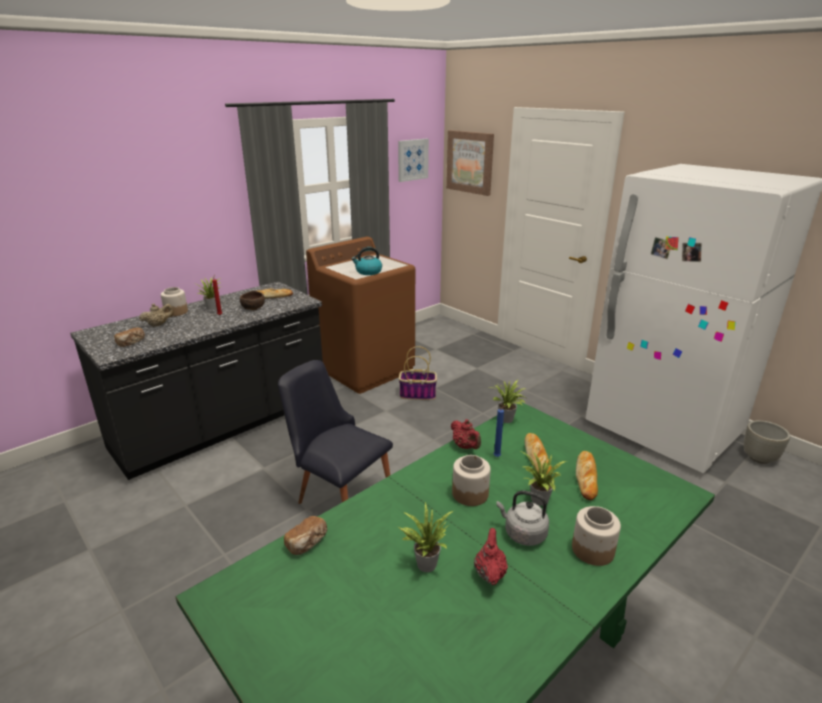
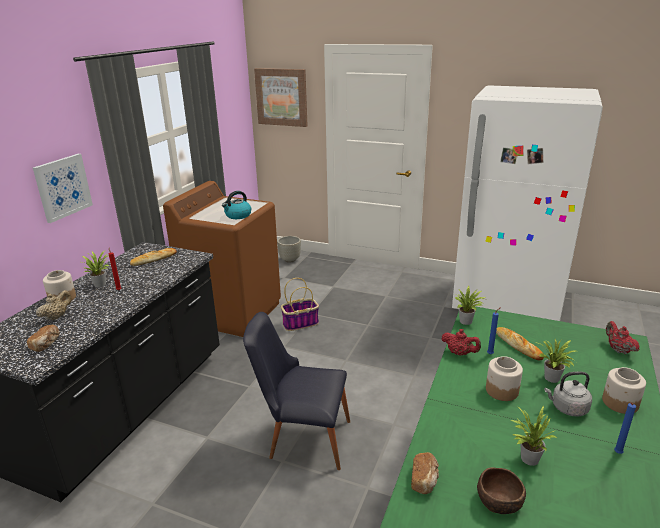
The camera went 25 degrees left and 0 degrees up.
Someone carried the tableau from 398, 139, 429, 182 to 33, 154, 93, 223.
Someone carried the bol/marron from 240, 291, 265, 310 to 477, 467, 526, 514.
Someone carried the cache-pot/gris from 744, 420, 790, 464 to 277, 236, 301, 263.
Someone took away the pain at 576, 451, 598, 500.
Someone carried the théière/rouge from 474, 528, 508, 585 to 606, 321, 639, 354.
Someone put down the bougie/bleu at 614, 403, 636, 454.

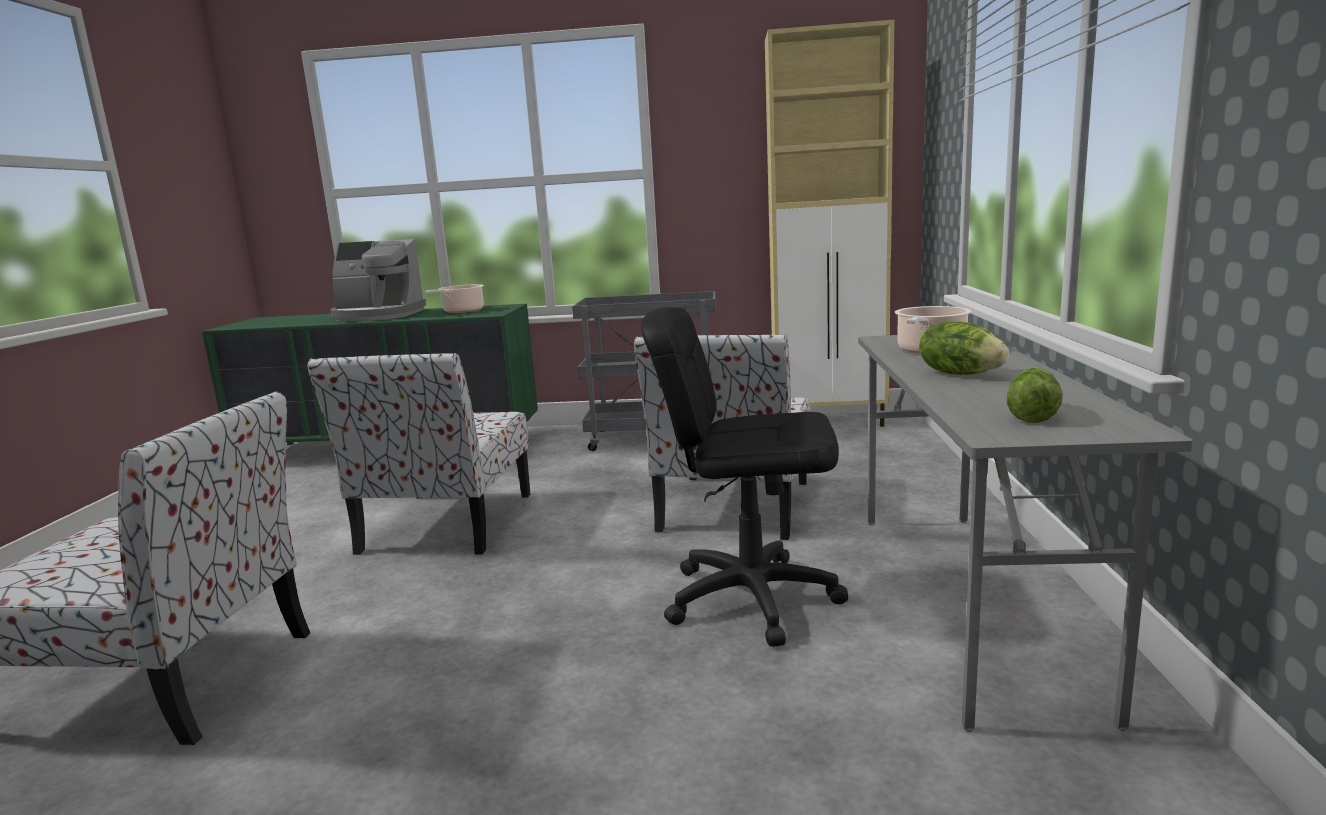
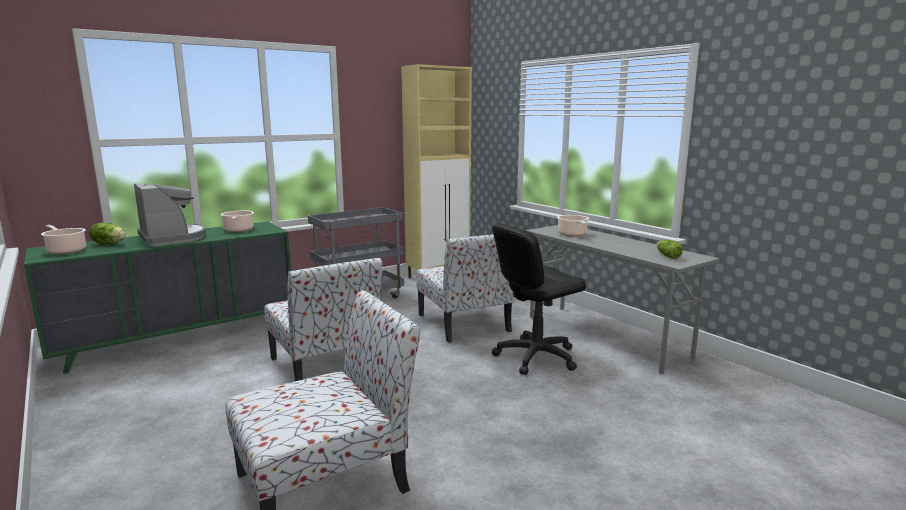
The camera went 40 degrees left and 0 degrees up.
Someone rotated the machine à café at 330, 239, 426, 322 by 90 degrees counterclockwise.
Someone carried the laitue from 919, 321, 1009, 375 to 89, 222, 126, 244.
Someone put down the marmite at 41, 225, 86, 254.

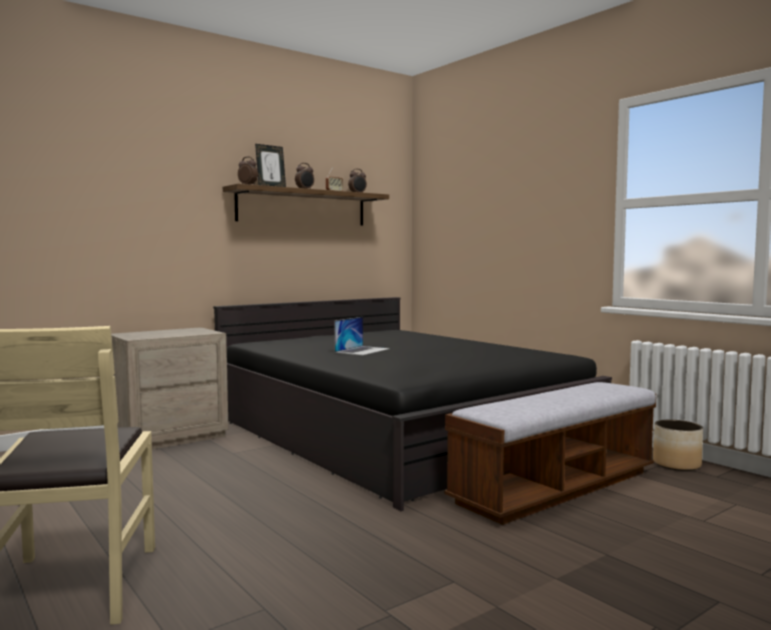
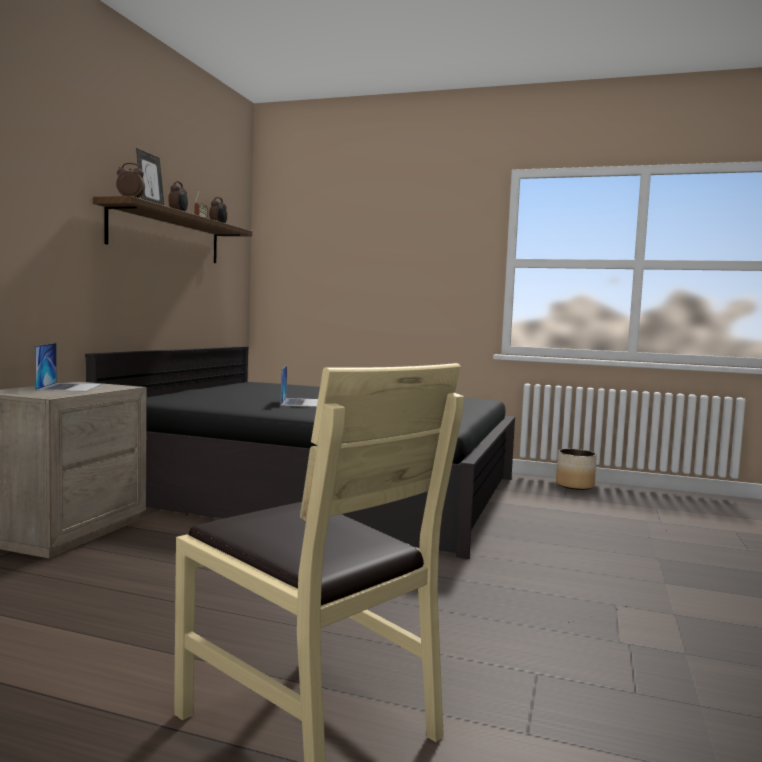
The camera went 35 degrees left and 0 degrees up.
Someone took away the banc at 444, 382, 656, 525.
Someone put down the ordinateur portable at 35, 343, 102, 392.

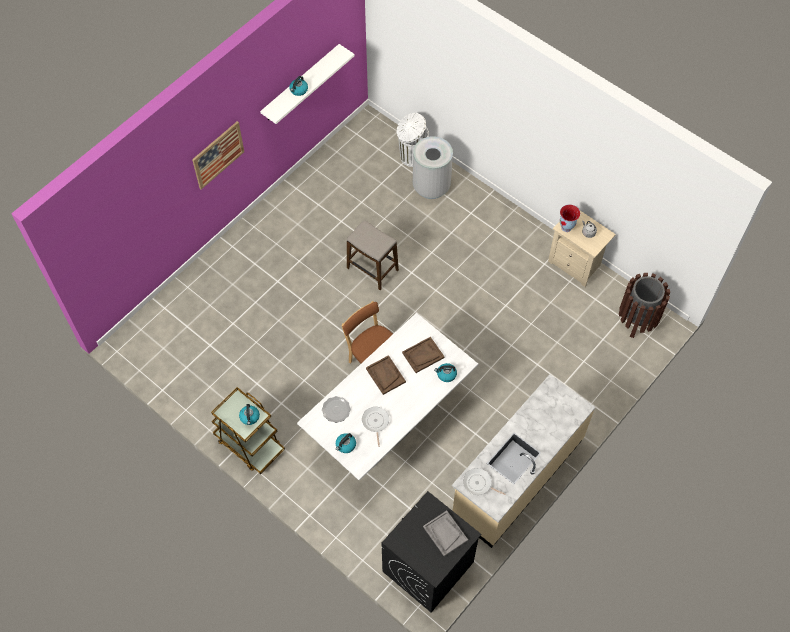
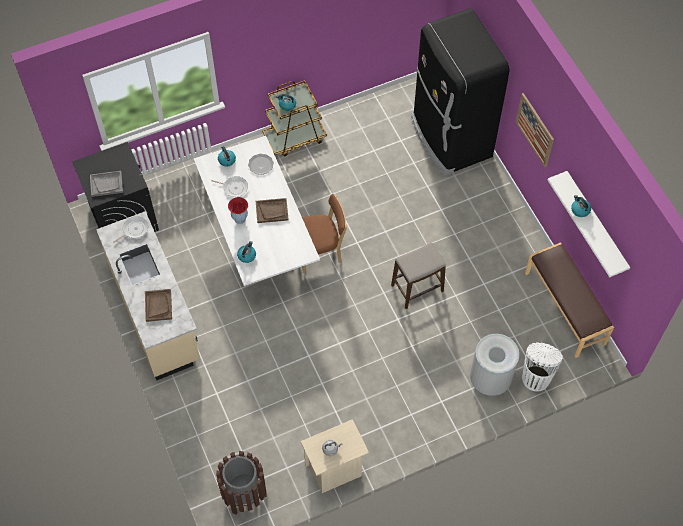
The camera went 115 degrees right and 0 degrees up.
Someone carried the vase from 560, 205, 580, 232 to 228, 197, 248, 224.
Someone carried the plateau/marron from 402, 337, 444, 373 to 145, 289, 172, 322.
Someone put down the réfrigérateur/noir at 411, 8, 510, 175.
Someone put down the banc/marron at 525, 242, 614, 358.

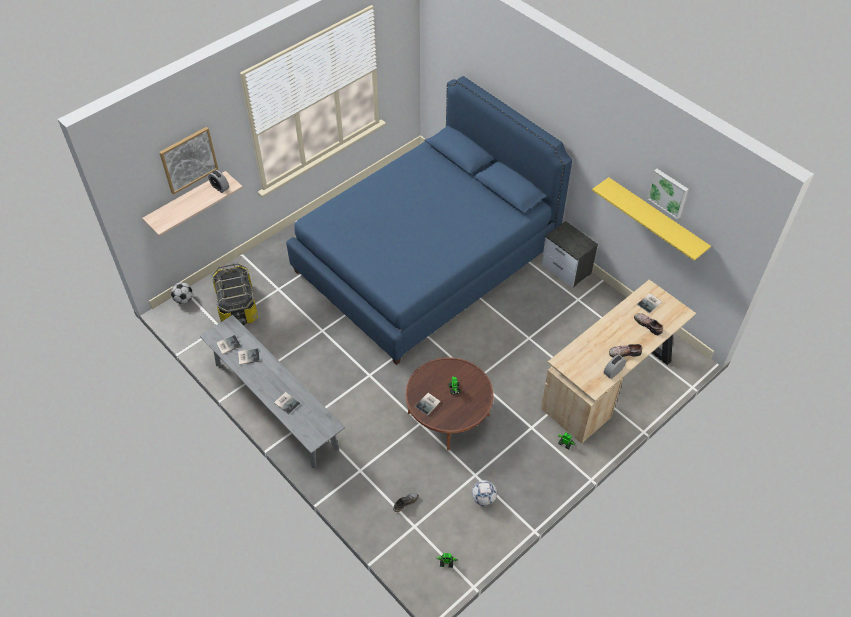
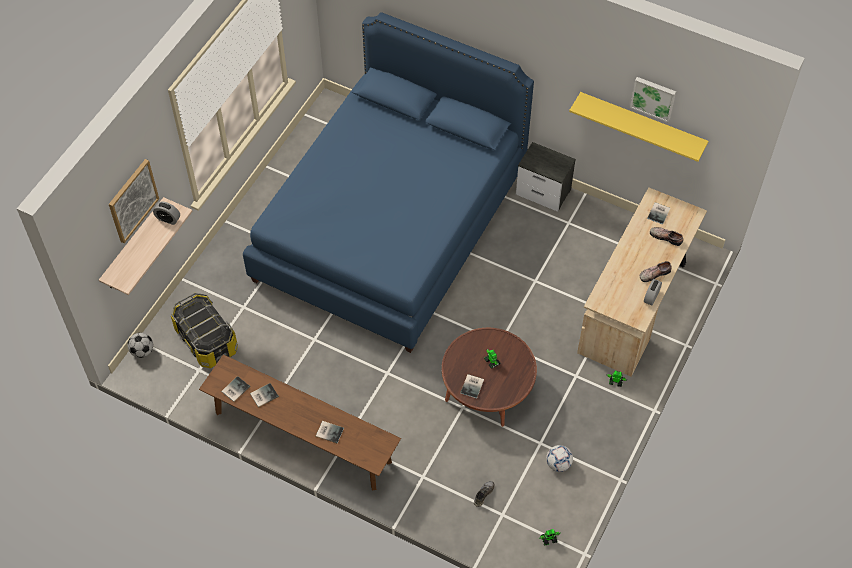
The camera went 20 degrees left and 5 degrees up.
Someone repainted the banc/gris at 200, 315, 345, 468, which became the banc/marron at 199, 354, 401, 490.

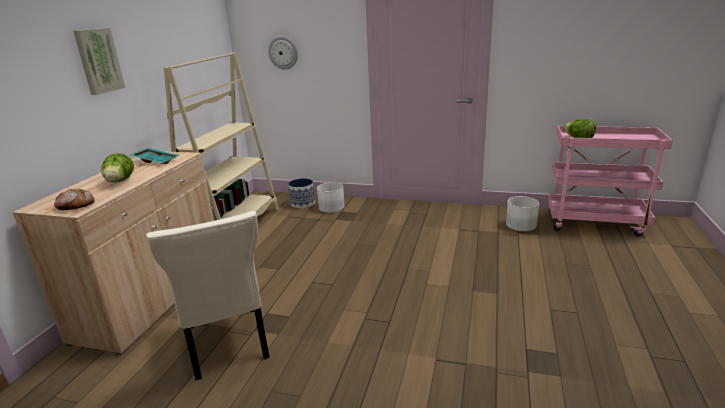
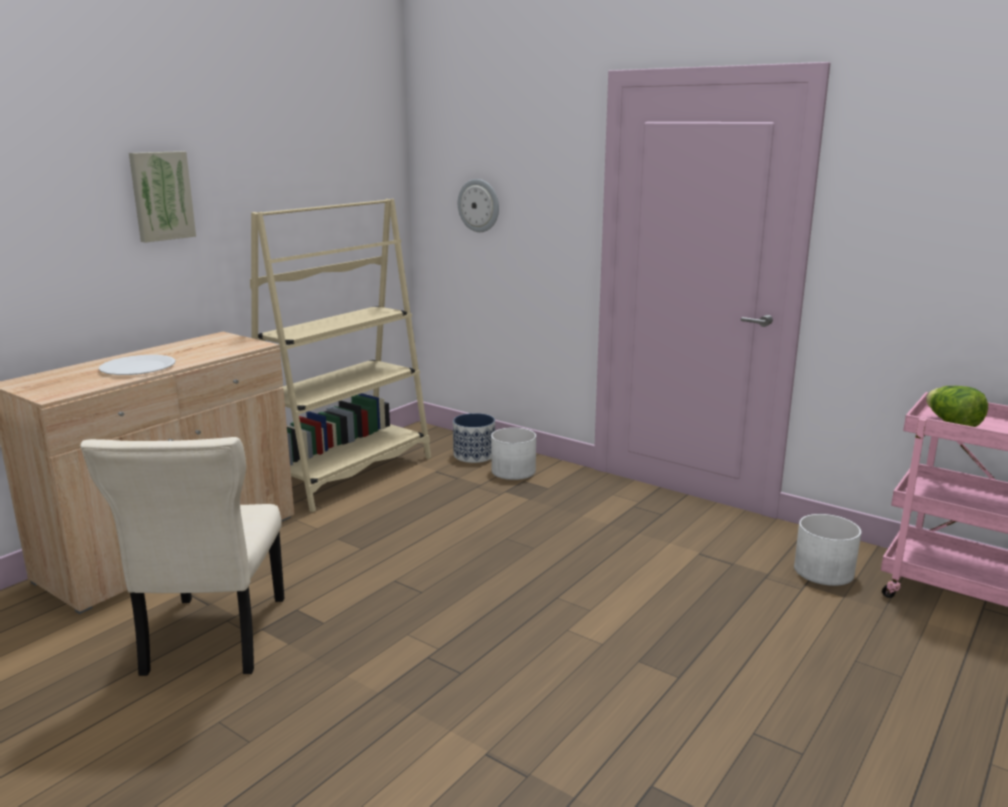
The camera went 20 degrees right and 5 degrees down.
Someone took away the plateau/turquoise at 130, 148, 179, 164.
Someone swapped the laitue at 101, 153, 134, 183 for the assiette/blanc at 99, 355, 176, 375.
Someone took away the pain at 54, 189, 94, 210.

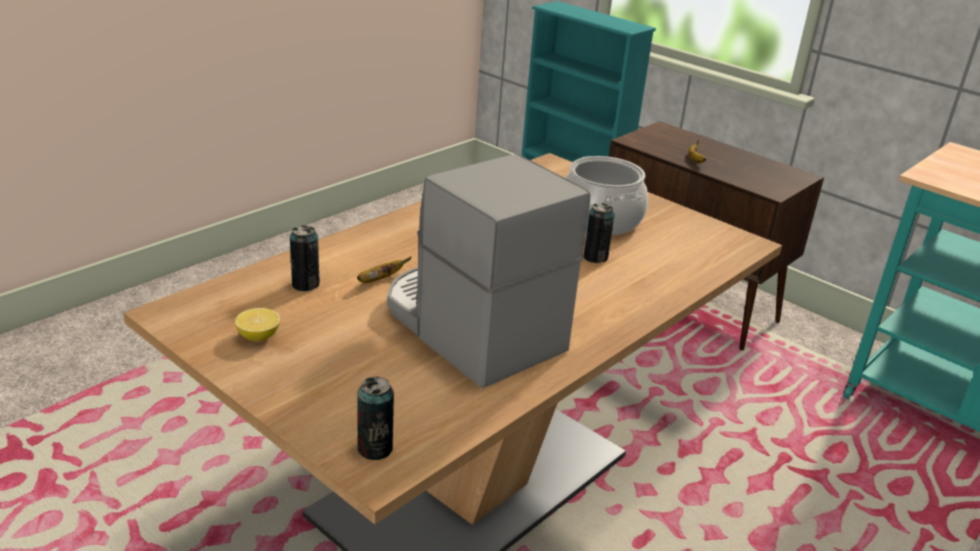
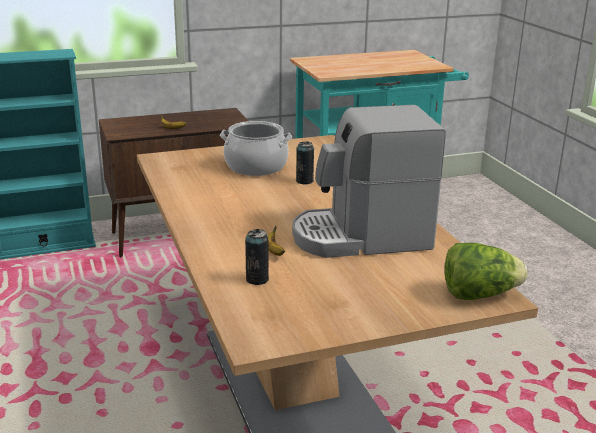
The camera went 60 degrees left and 5 degrees down.
Someone took away the citron at 235, 308, 280, 341.
Someone swapped the boîte métallique at 357, 376, 394, 460 for the laitue at 444, 243, 527, 300.

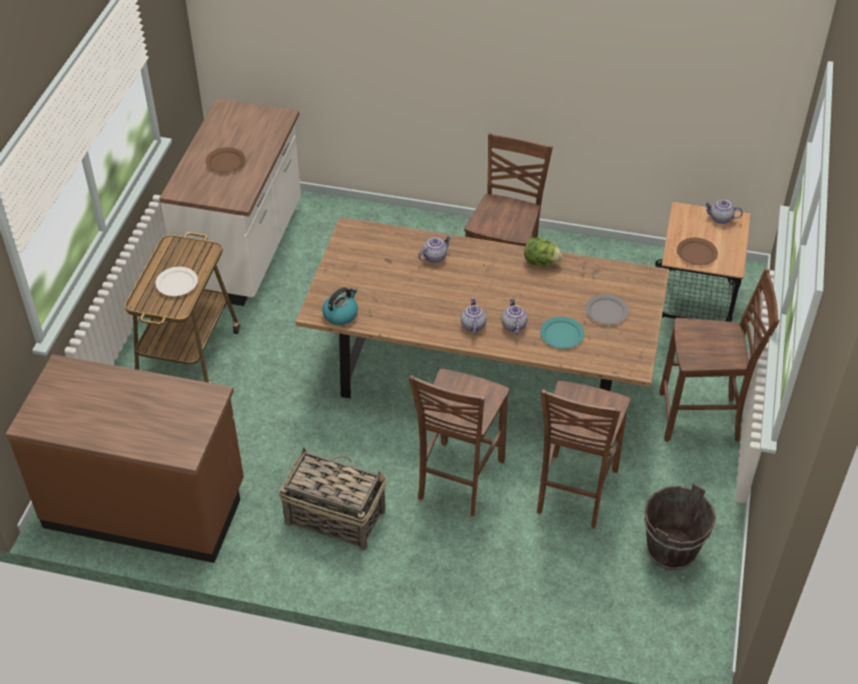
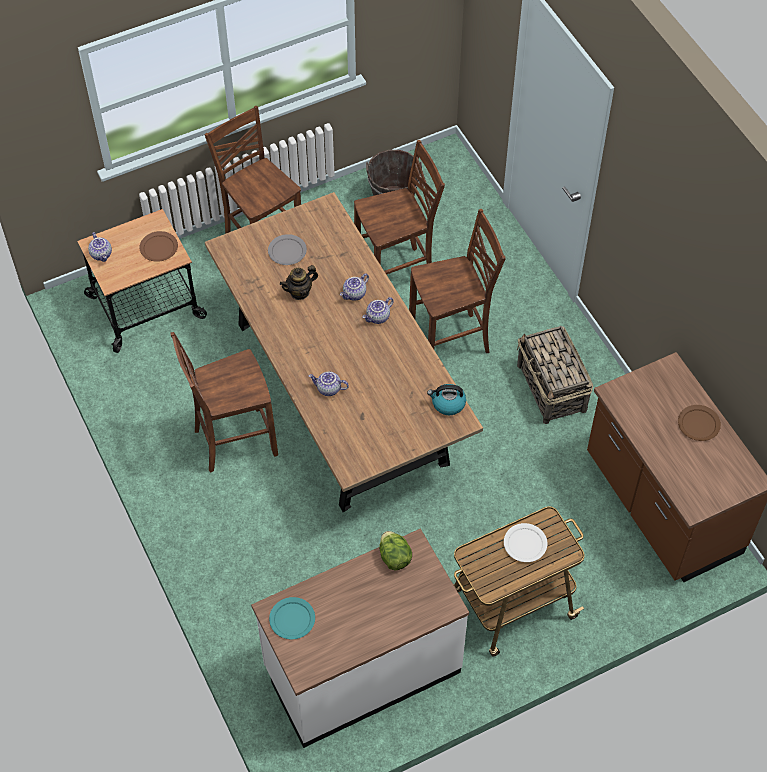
The camera went 130 degrees left and 10 degrees up.
Someone carried the assiette/marron from 206, 147, 245, 173 to 678, 405, 721, 441.
Someone carried the laitue from 524, 238, 562, 266 to 379, 531, 412, 570.
Someone carried the assiette/turquoise from 540, 317, 584, 349 to 269, 597, 315, 639.
Someone put down the théière at 280, 265, 318, 300.

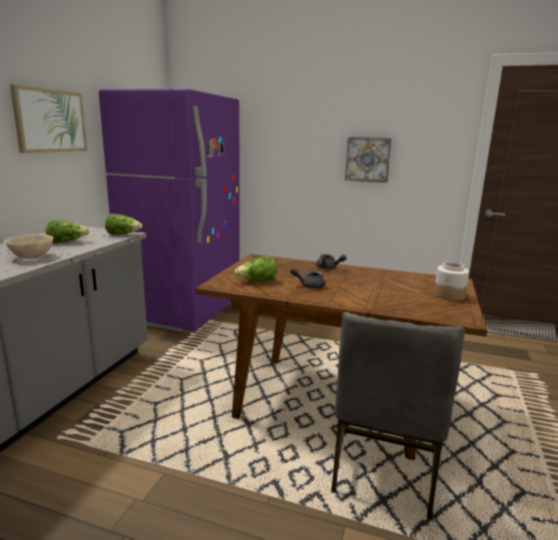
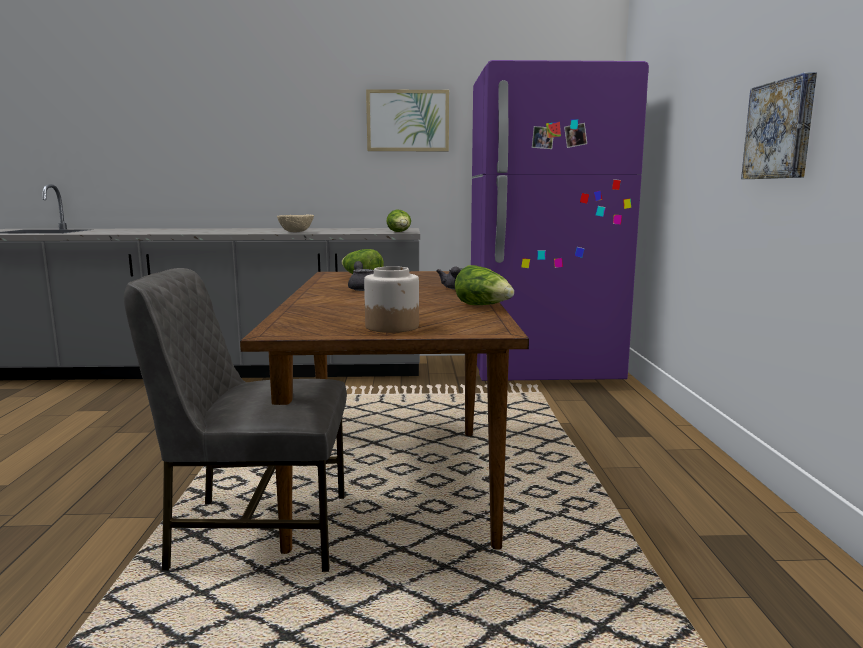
The camera went 70 degrees right and 5 degrees down.
Someone carried the laitue from 46, 220, 90, 243 to 455, 265, 514, 305.

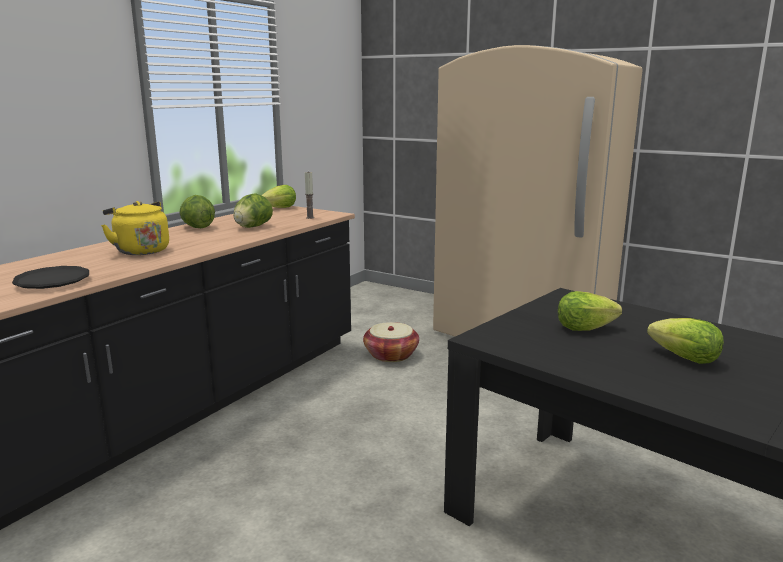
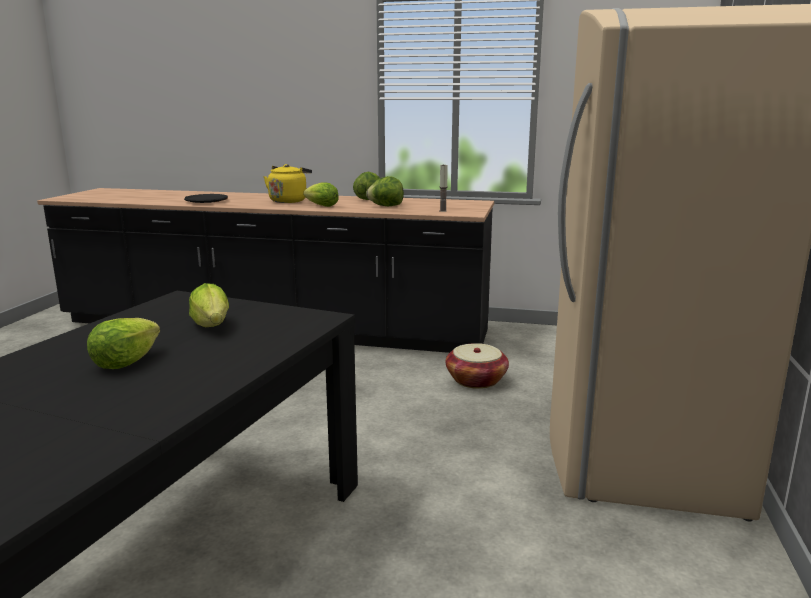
The camera went 70 degrees right and 0 degrees up.
Someone carried the laitue from 262, 185, 296, 208 to 303, 183, 339, 207.

